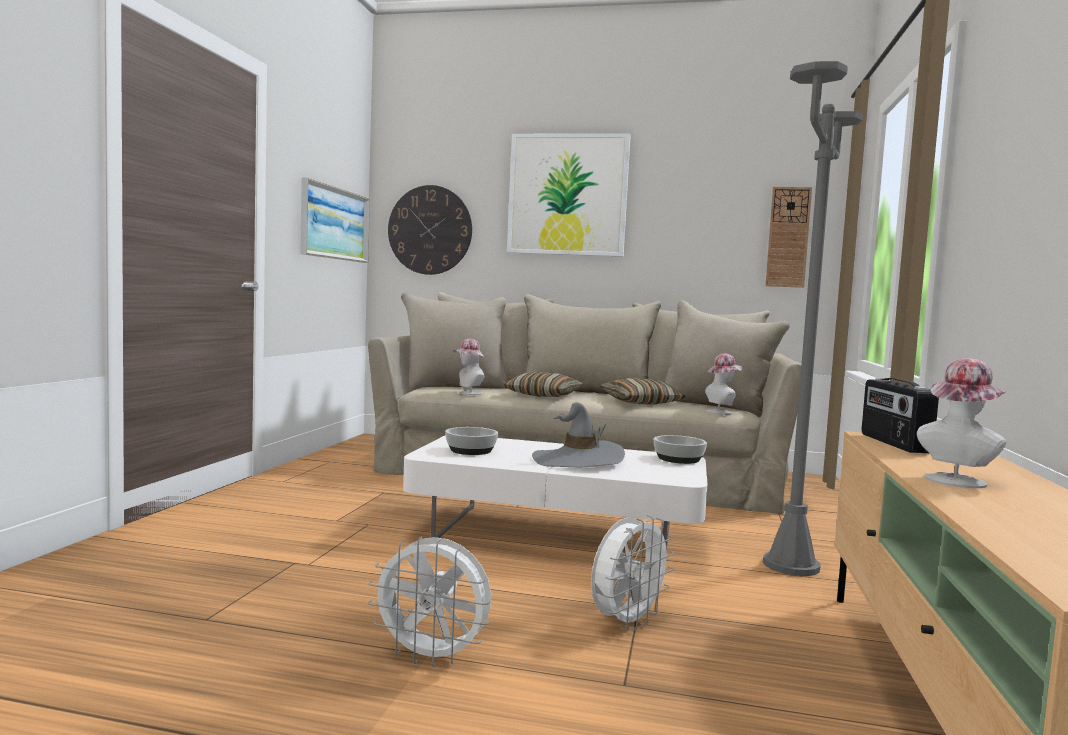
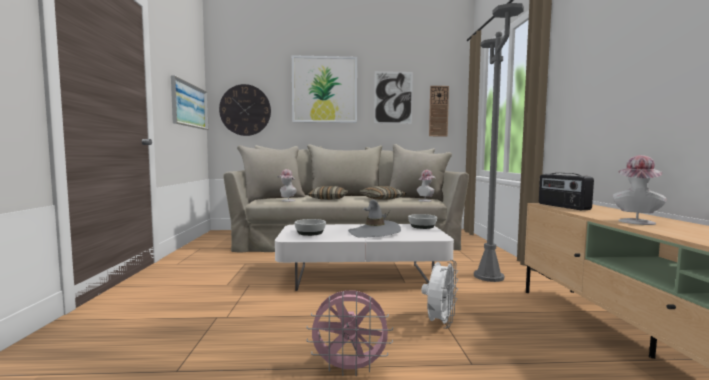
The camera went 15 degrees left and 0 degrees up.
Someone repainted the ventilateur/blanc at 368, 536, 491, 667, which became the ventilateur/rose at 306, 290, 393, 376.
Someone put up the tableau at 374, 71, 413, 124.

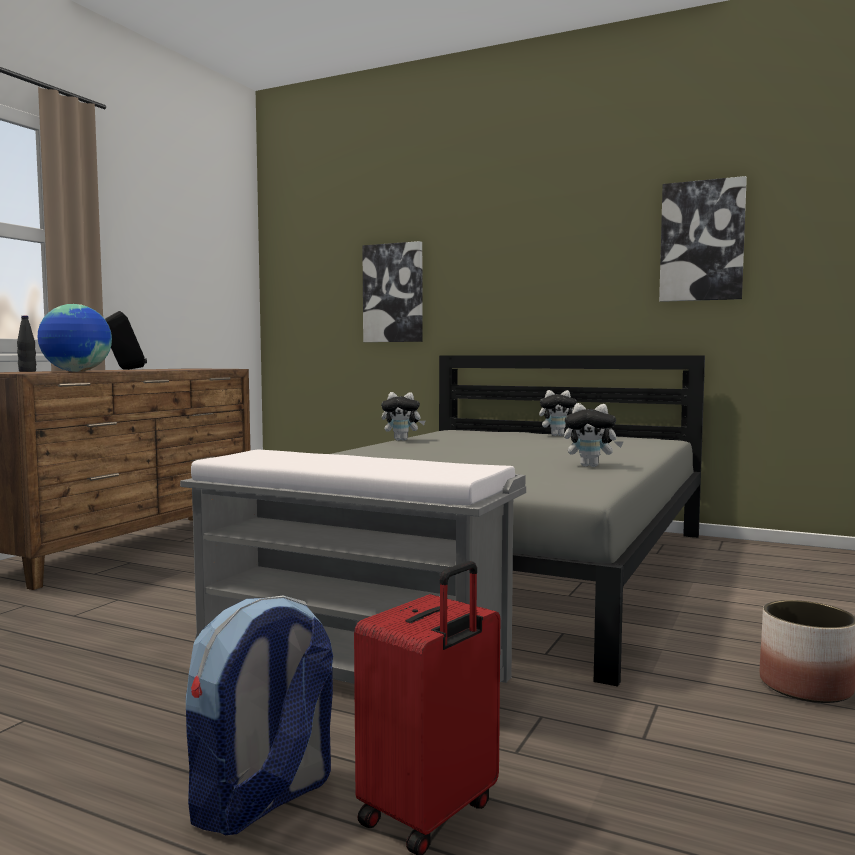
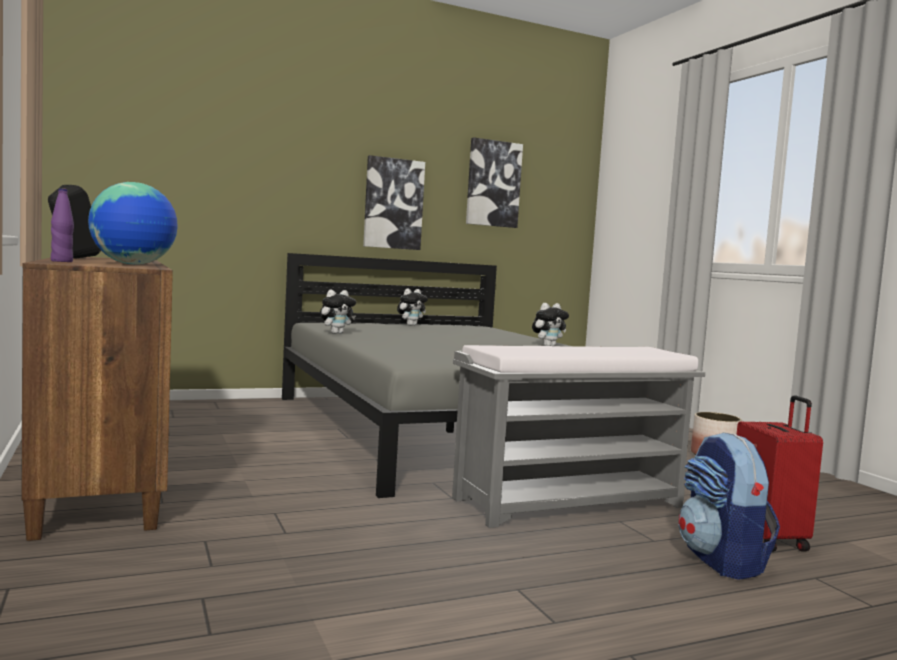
The camera went 50 degrees left and 0 degrees up.
Someone carried the tableau from 362, 241, 422, 342 to 363, 155, 425, 250.
Someone repainted the bouteille/noir at 17, 316, 36, 372, which became the bouteille/violet at 51, 188, 74, 262.

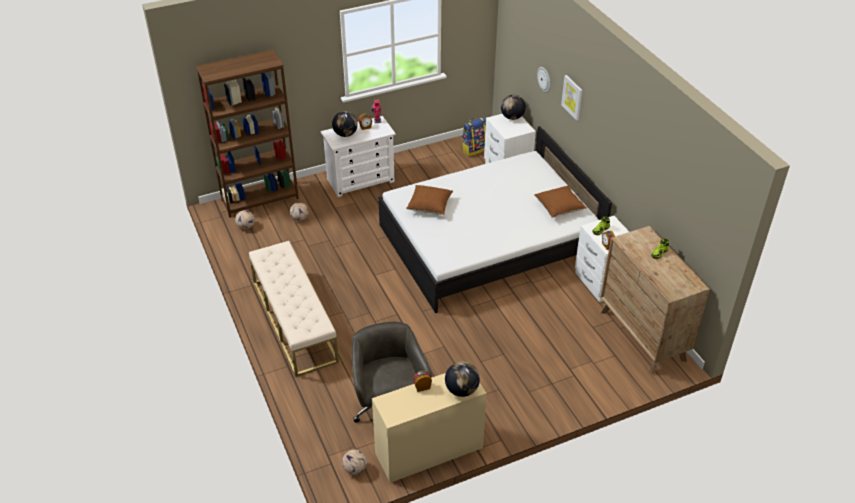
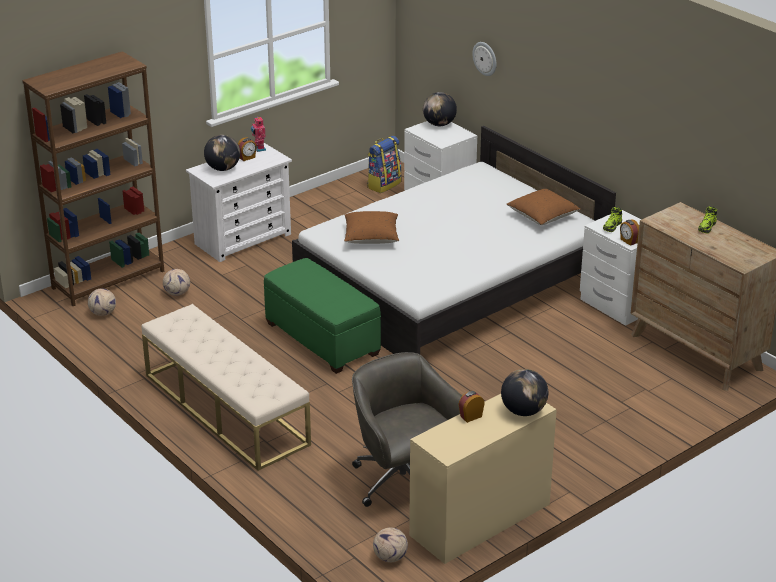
The camera went 15 degrees left and 10 degrees down.
Someone took away the tableau at 561, 75, 582, 120.
Someone put down the pouf/vert at 264, 258, 381, 374.

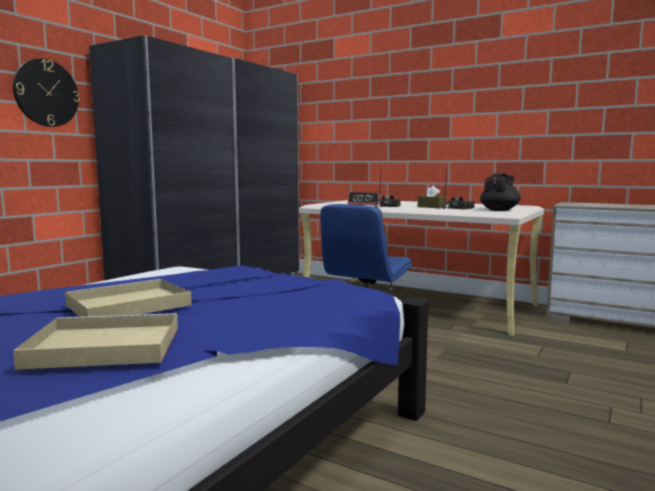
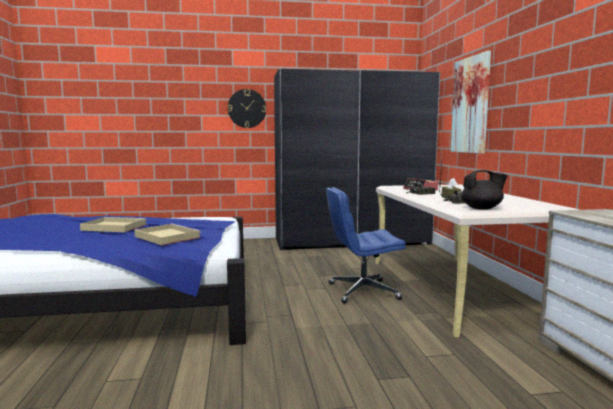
The camera went 50 degrees right and 0 degrees up.
Someone carried the plateau/beige from 13, 313, 178, 370 to 134, 224, 201, 245.
Someone put up the tableau at 451, 51, 491, 154.

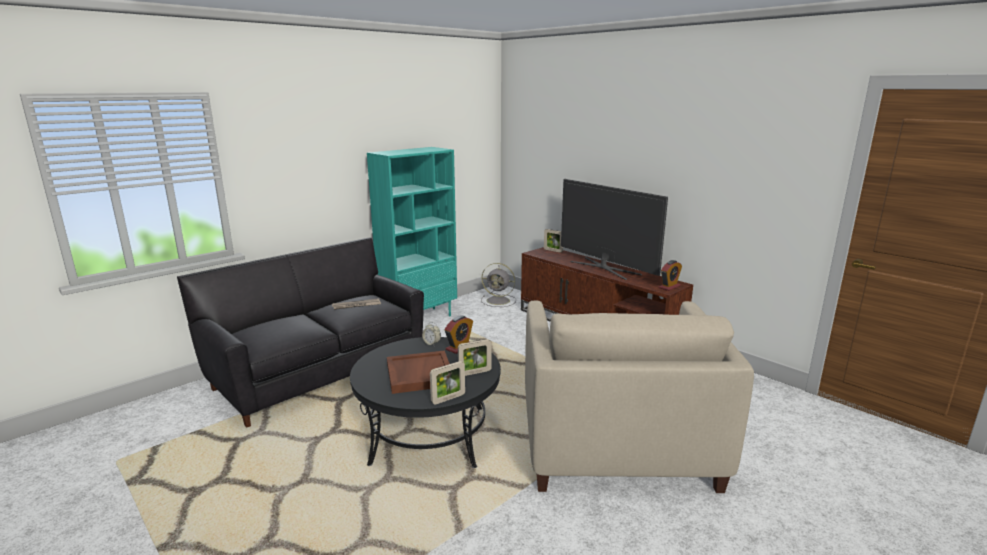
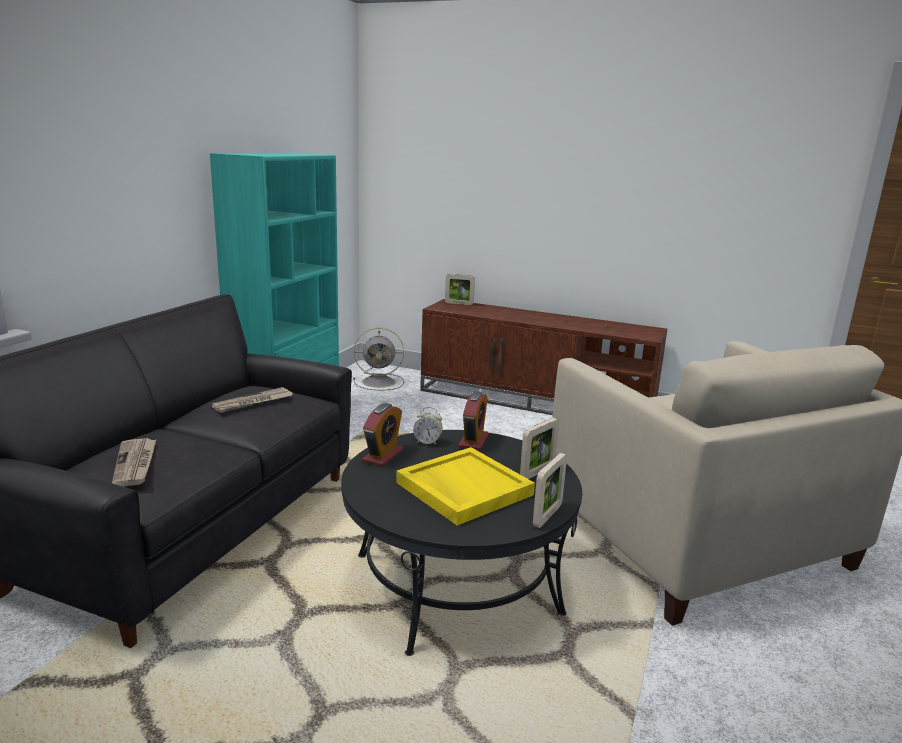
The camera went 25 degrees left and 0 degrees up.
Someone took away the téléviseur at 561, 179, 668, 280.
Someone carried the réveil from 659, 260, 682, 291 to 362, 403, 403, 467.
Someone repainted the plateau/marron at 387, 351, 450, 394, which became the plateau/jaune at 396, 447, 535, 526.
Someone put down the journal at 112, 438, 156, 487.

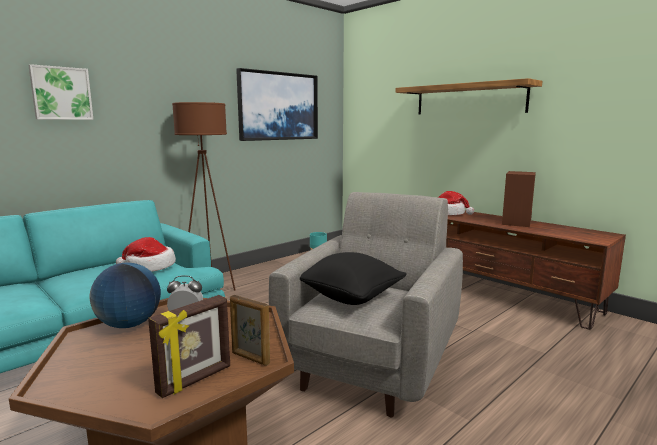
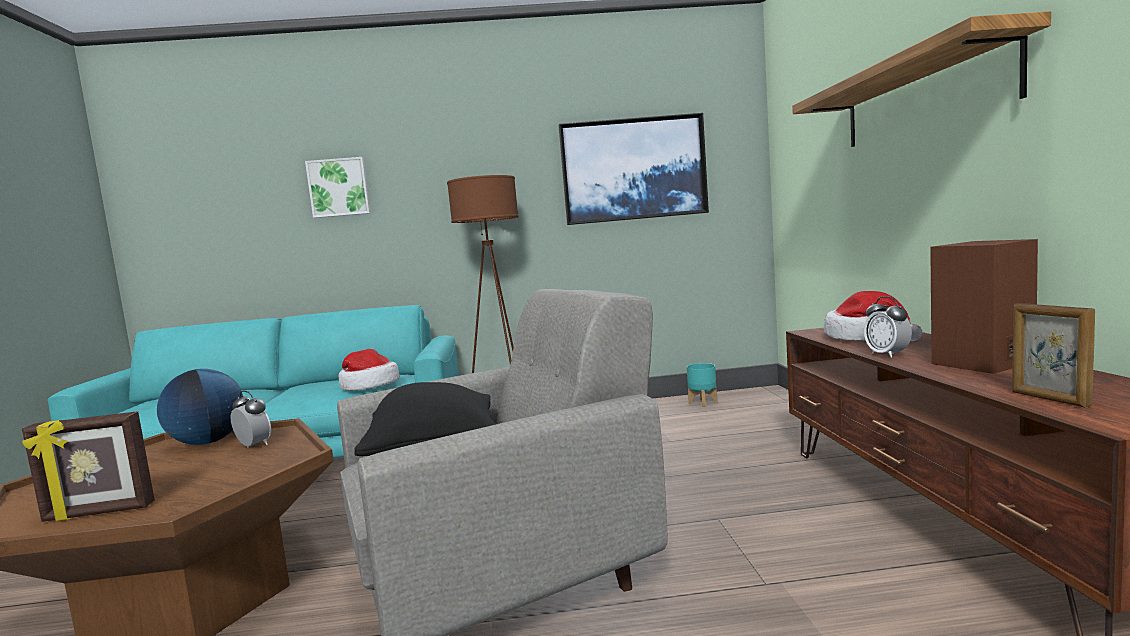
The camera went 40 degrees right and 5 degrees down.
Someone carried the cadre photo from 230, 295, 270, 366 to 1012, 303, 1095, 408.
Someone put down the réveil at 864, 296, 912, 358.

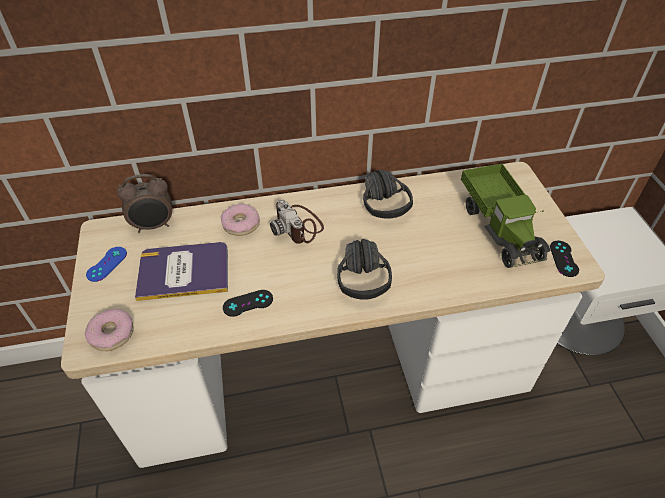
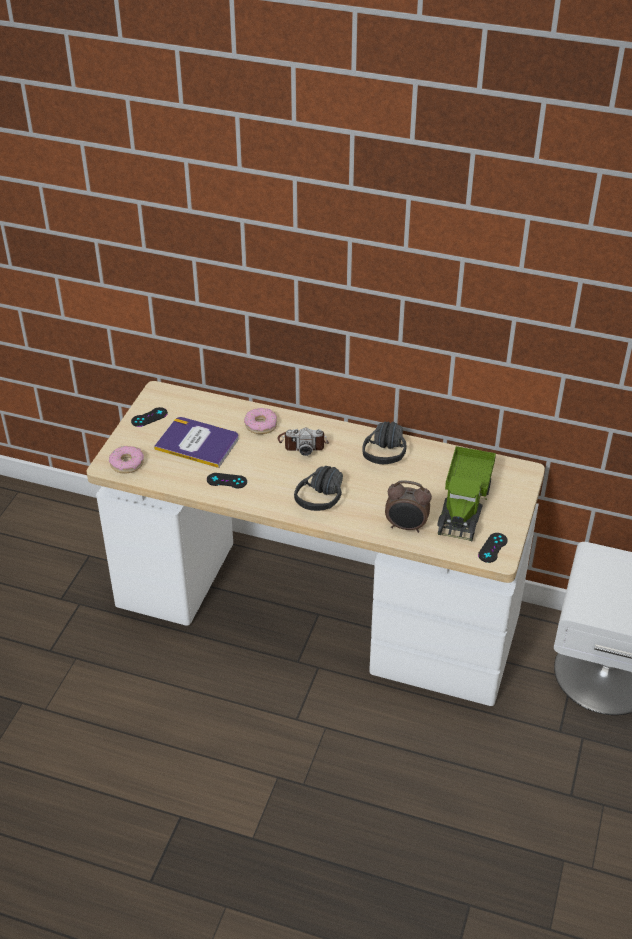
The camera went 30 degrees right and 5 degrees down.
Someone carried the réveil from 117, 174, 172, 233 to 385, 480, 432, 533.
Someone rotated the appareil photo at 270, 199, 324, 244 by 90 degrees counterclockwise.
Someone repainted the manette/bleu at 86, 247, 127, 282, which became the manette/noir at 131, 407, 168, 427.

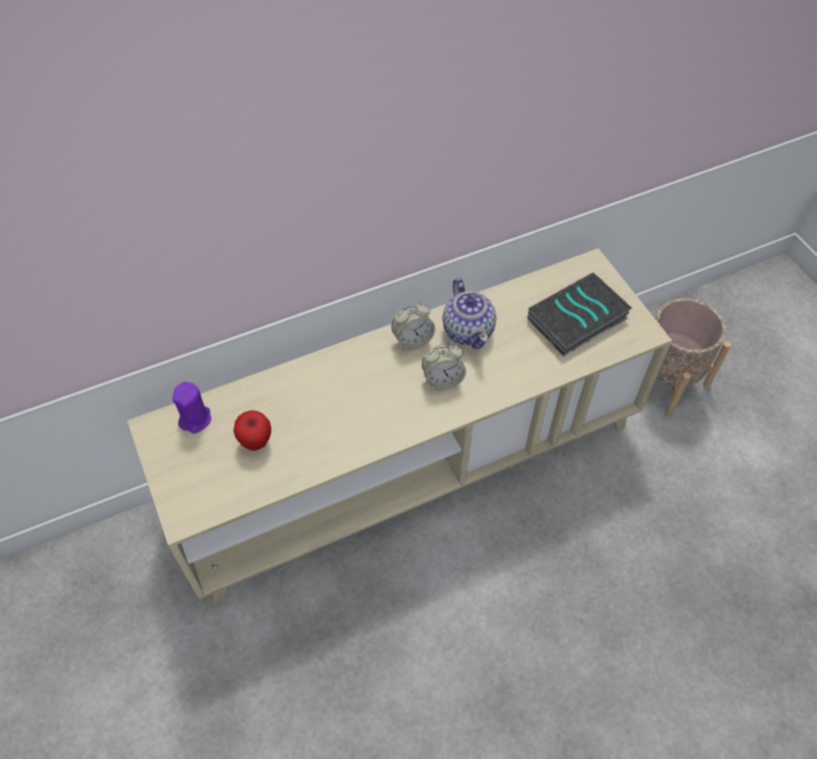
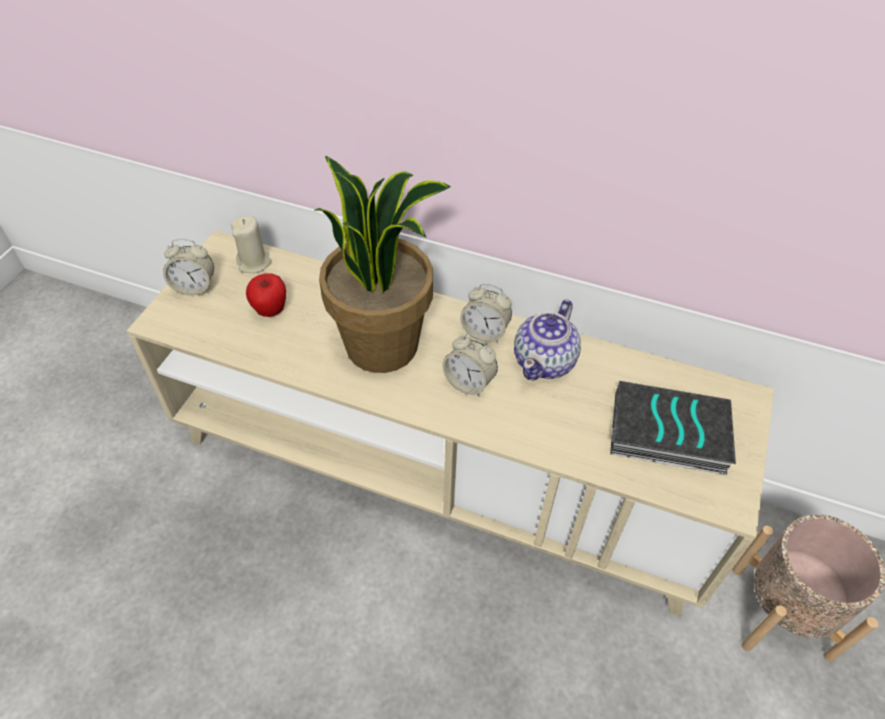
The camera went 45 degrees right and 5 degrees down.
Someone repainted the bougie/violet at 172, 382, 211, 433, which became the bougie/beige at 231, 216, 272, 273.
Someone put down the plante en pot at 314, 155, 451, 373.
Someone put down the réveil at 163, 239, 214, 296.

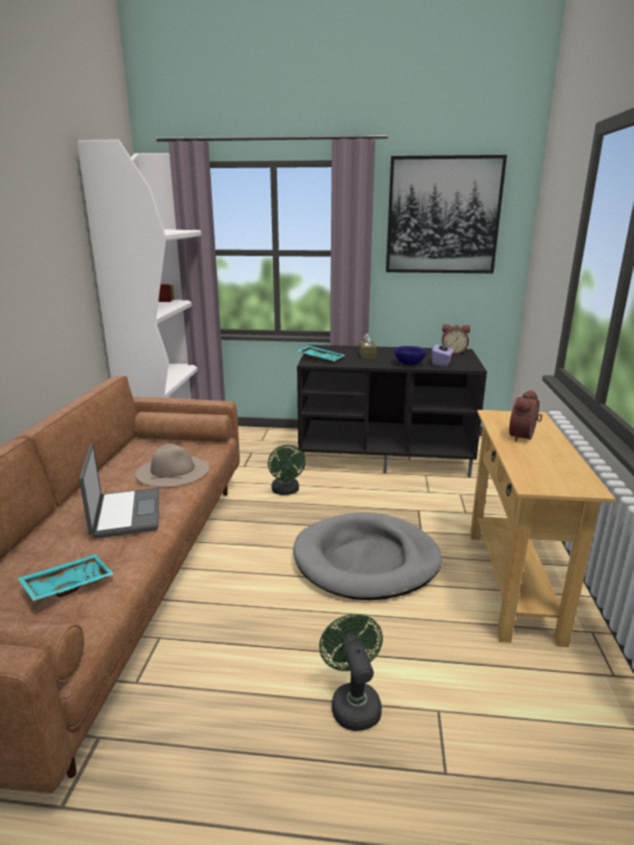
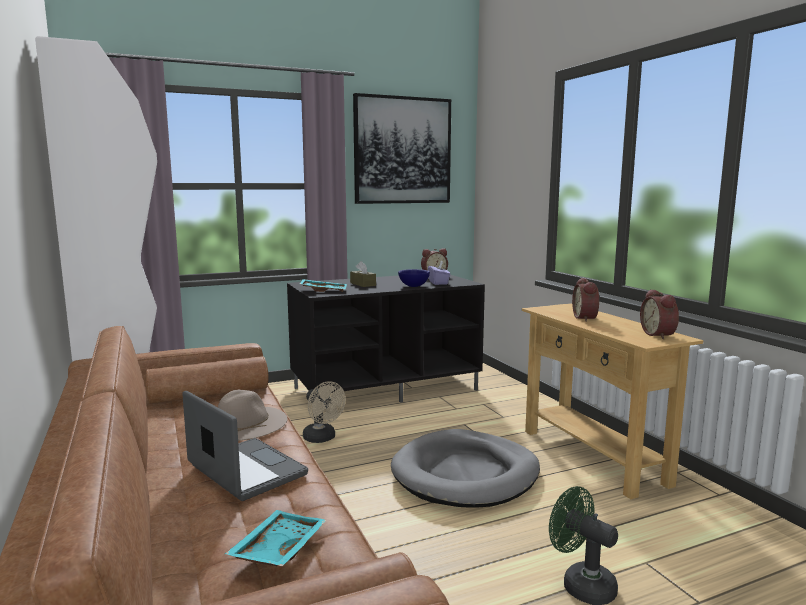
The camera went 30 degrees left and 10 degrees down.
Someone repainted the ventilateur/vert at 268, 445, 306, 495, which became the ventilateur/beige at 303, 381, 345, 443.
Someone put down the réveil at 640, 289, 679, 339.

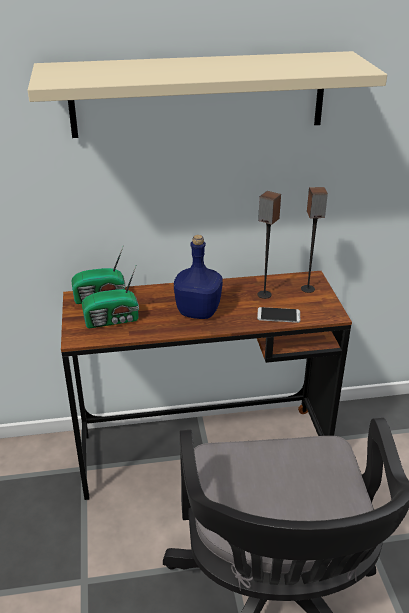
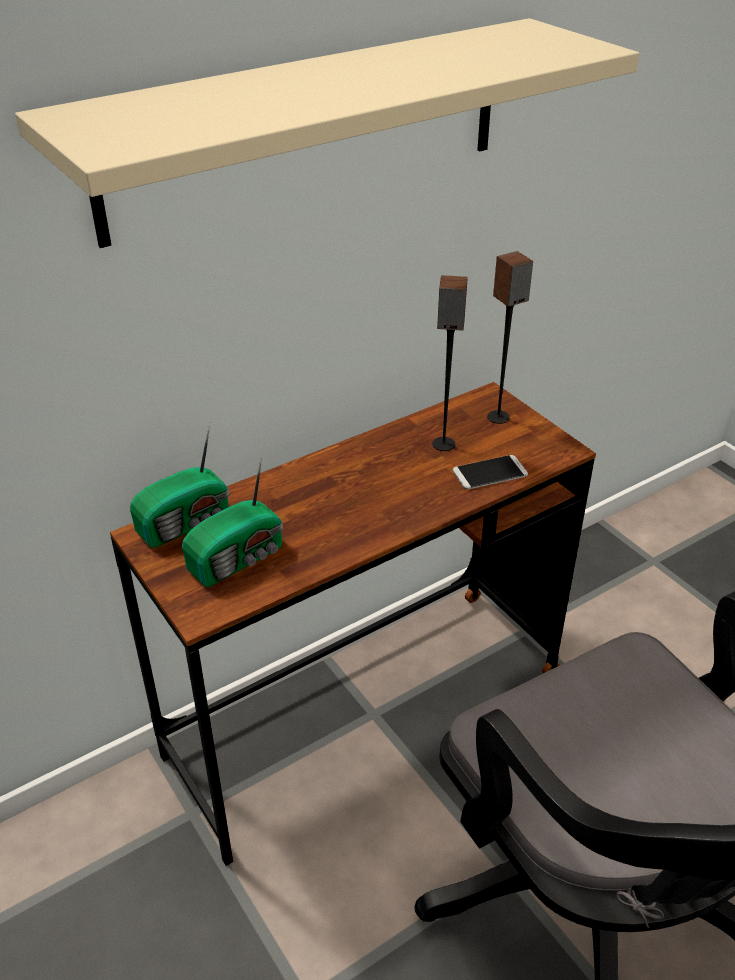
The camera went 25 degrees left and 5 degrees up.
Someone took away the bouteille/bleu at 174, 235, 223, 319.

